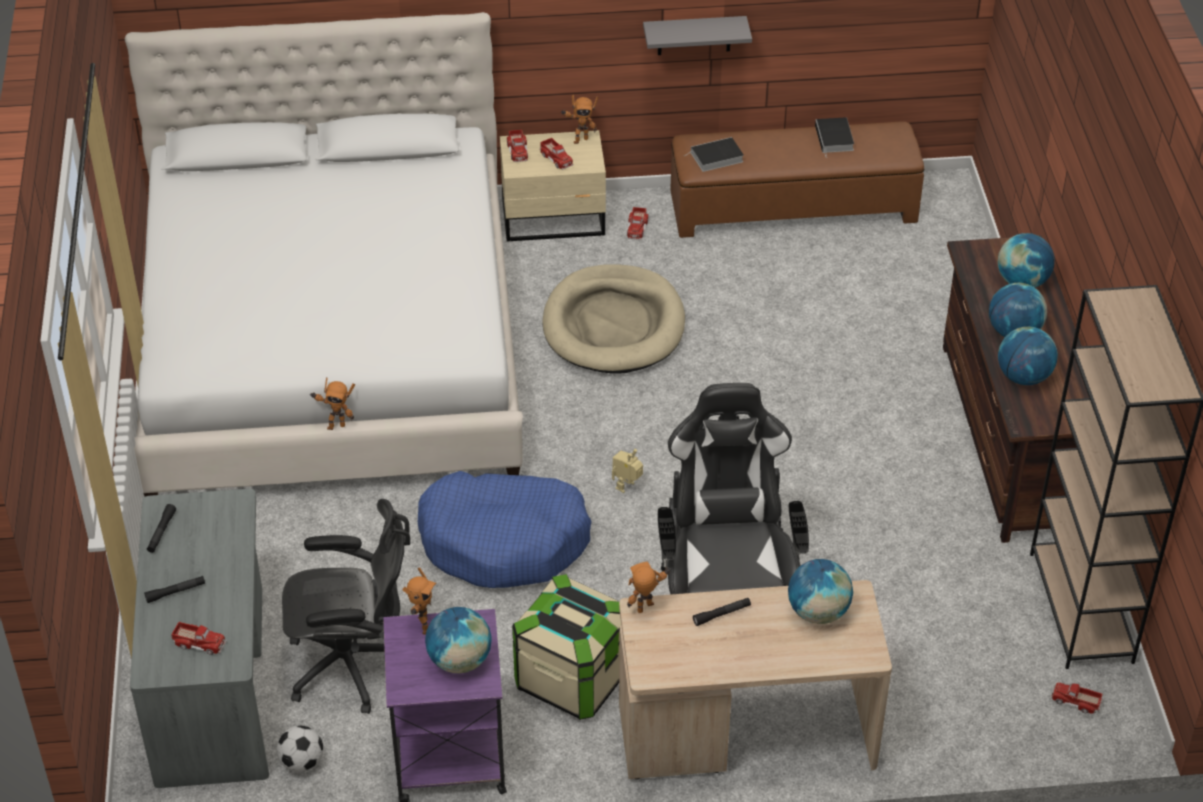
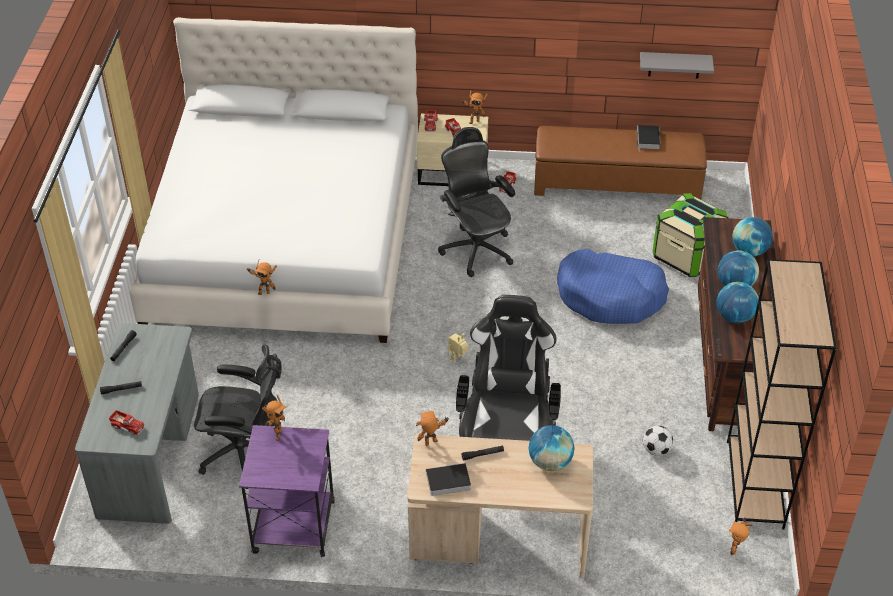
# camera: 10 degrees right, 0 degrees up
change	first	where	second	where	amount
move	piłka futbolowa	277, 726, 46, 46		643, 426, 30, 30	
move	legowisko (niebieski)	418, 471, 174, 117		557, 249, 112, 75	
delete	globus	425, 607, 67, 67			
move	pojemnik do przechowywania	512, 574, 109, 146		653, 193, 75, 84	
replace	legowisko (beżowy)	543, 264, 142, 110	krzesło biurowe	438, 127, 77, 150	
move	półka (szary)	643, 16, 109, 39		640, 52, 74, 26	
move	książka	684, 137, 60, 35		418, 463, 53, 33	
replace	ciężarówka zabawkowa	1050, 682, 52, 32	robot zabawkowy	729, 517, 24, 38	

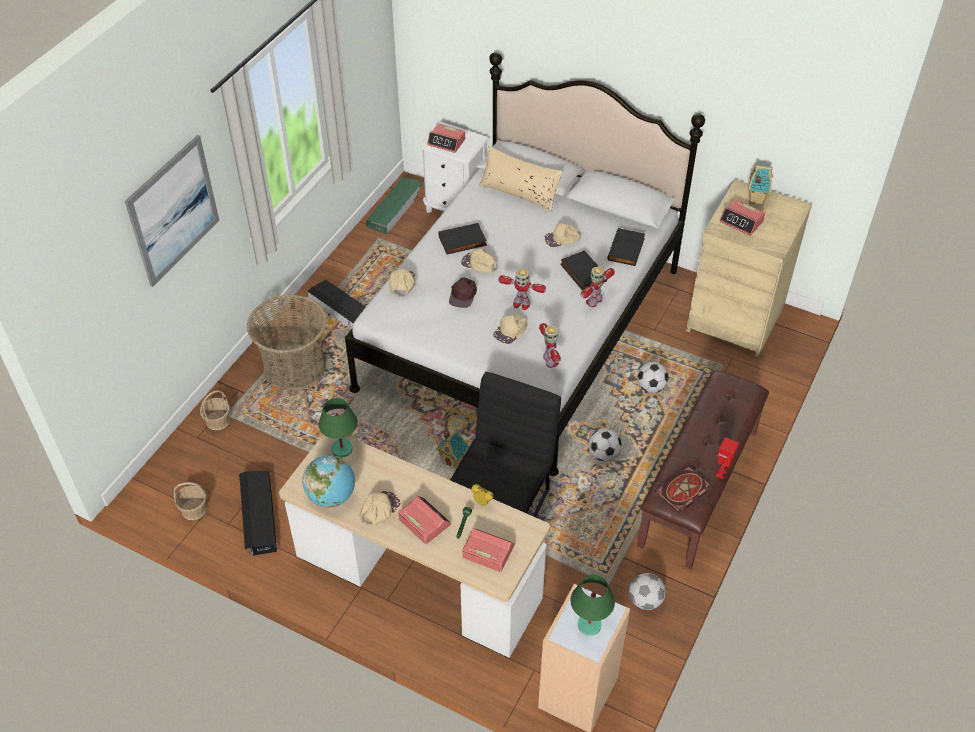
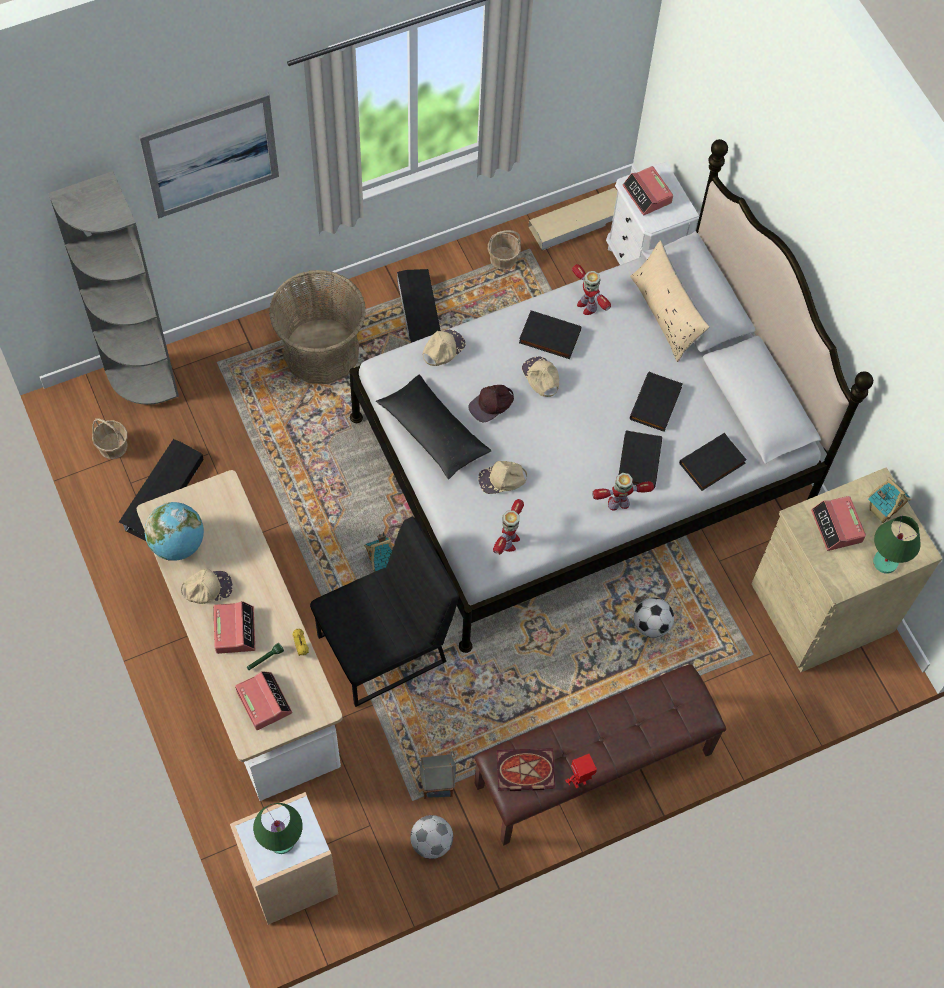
# camera: 35 degrees right, 15 degrees up
change	first	where	second	where	amount
move	koszyk	200, 390, 30, 41		488, 230, 33, 39	
move	lampa stołowa (zielony)	319, 398, 39, 60		873, 516, 48, 58	
recolor	pojemnik do przechowywania (zielony)	366, 177, 56, 57	pojemnik do przechowywania (beżowy)	528, 188, 89, 63	
move	robot zabawkowy	499, 269, 47, 41		572, 264, 39, 51	
replace	czapka z daszkiem (beżowy)	544, 223, 37, 24	książka (czarny)	630, 372, 53, 60	
delete	piłka futbolowa	589, 428, 33, 33			
insert			regał (szary)	48, 171, 131, 234	
insert			poduszka (czarny)	376, 375, 116, 105	
insert			domek	419, 754, 37, 45	

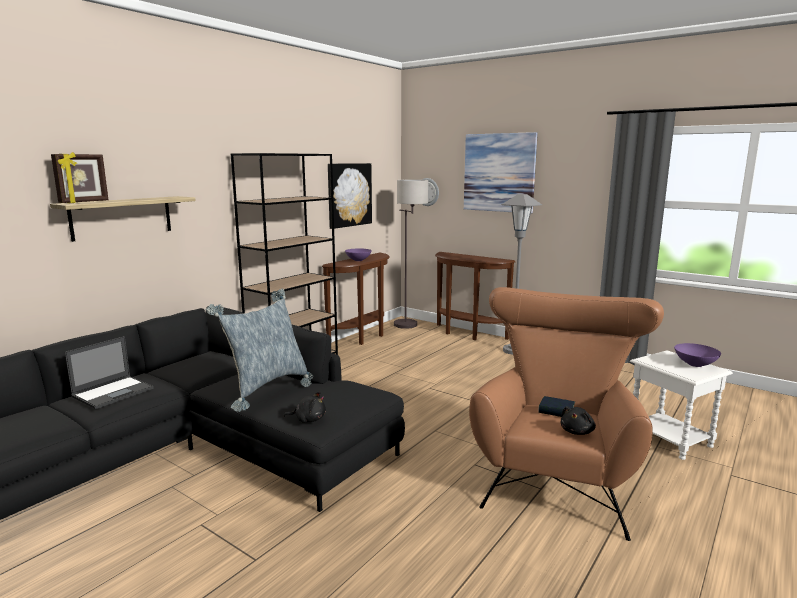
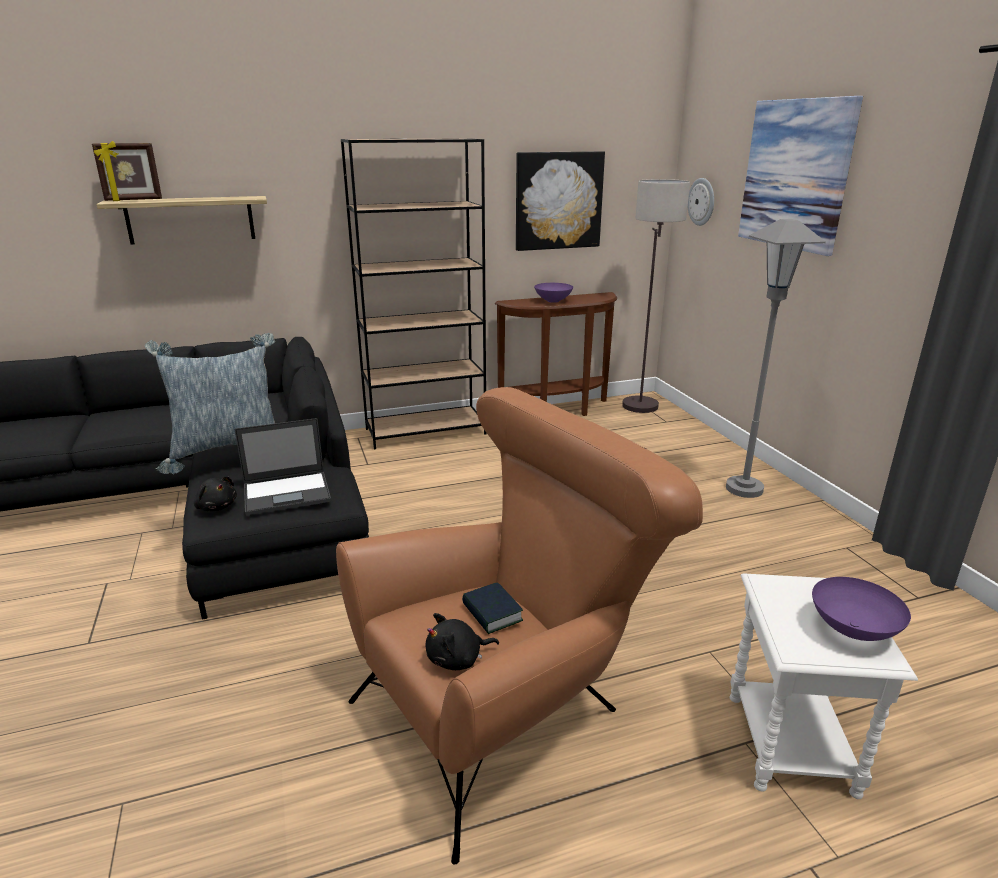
# camera: 35 degrees right, 10 degrees up
change	first	where	second	where	amount
move	laptop	65, 336, 89, 73		235, 418, 96, 97	
delete	stolik konsolowy (brązowy)	435, 252, 80, 88			

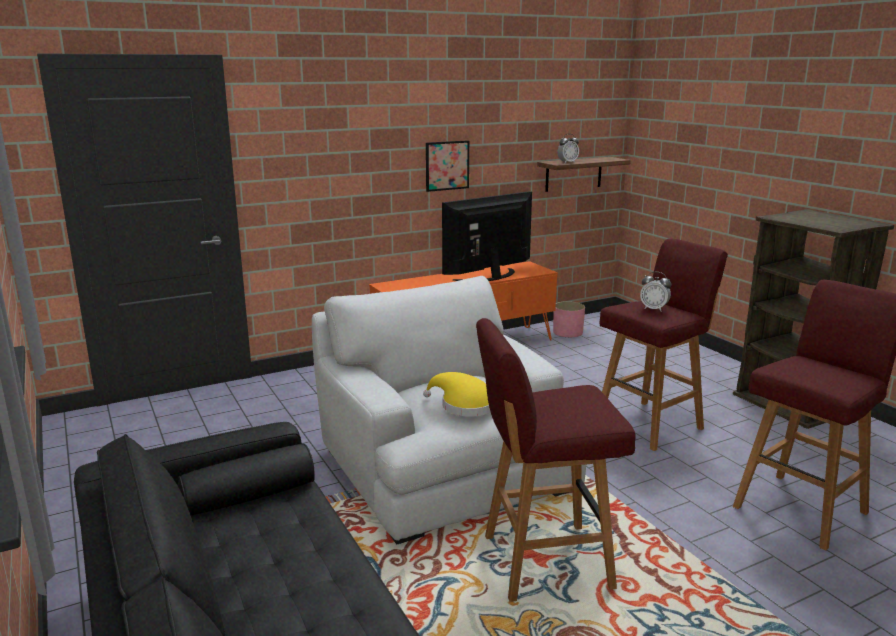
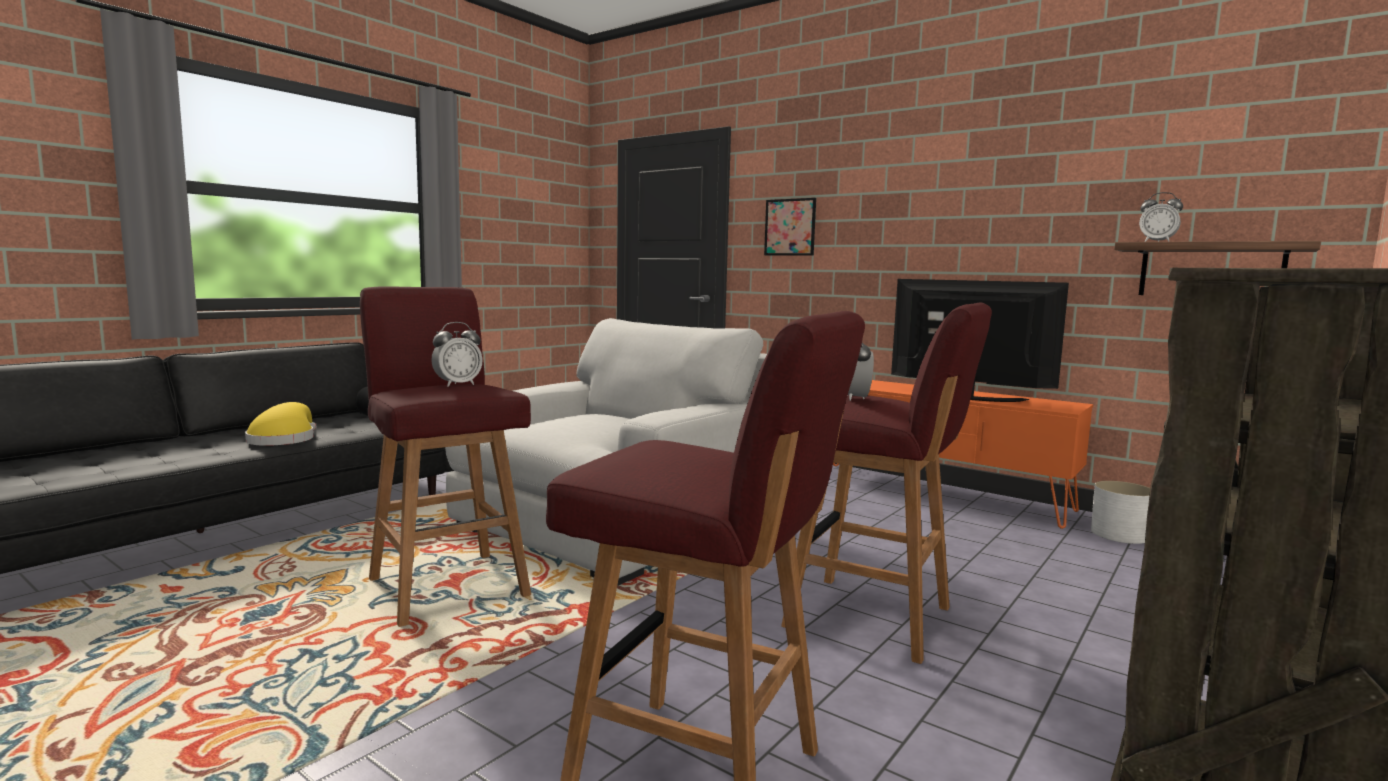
# camera: 65 degrees right, 10 degrees down
change	first	where	second	where	amount
move	kapelusz (żółty)	423, 372, 67, 45		245, 402, 71, 44	
move	obraz	426, 140, 43, 52		764, 198, 52, 58	
recolor	donica (różowy)	553, 301, 32, 36	donica (biały)	1091, 481, 59, 63	
insert			budzik	431, 322, 52, 65	

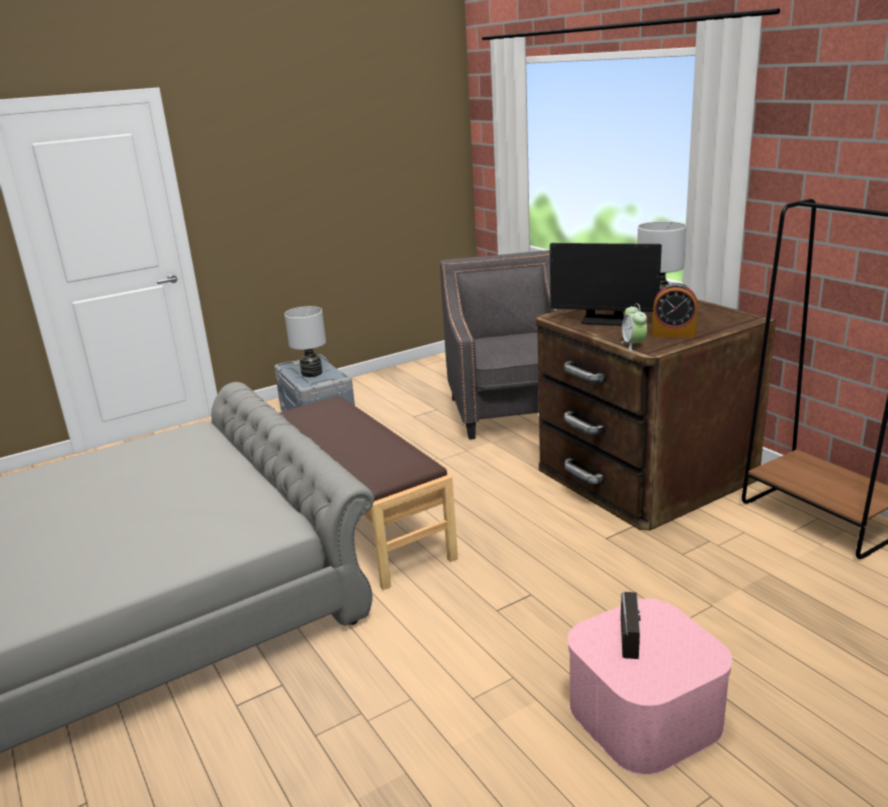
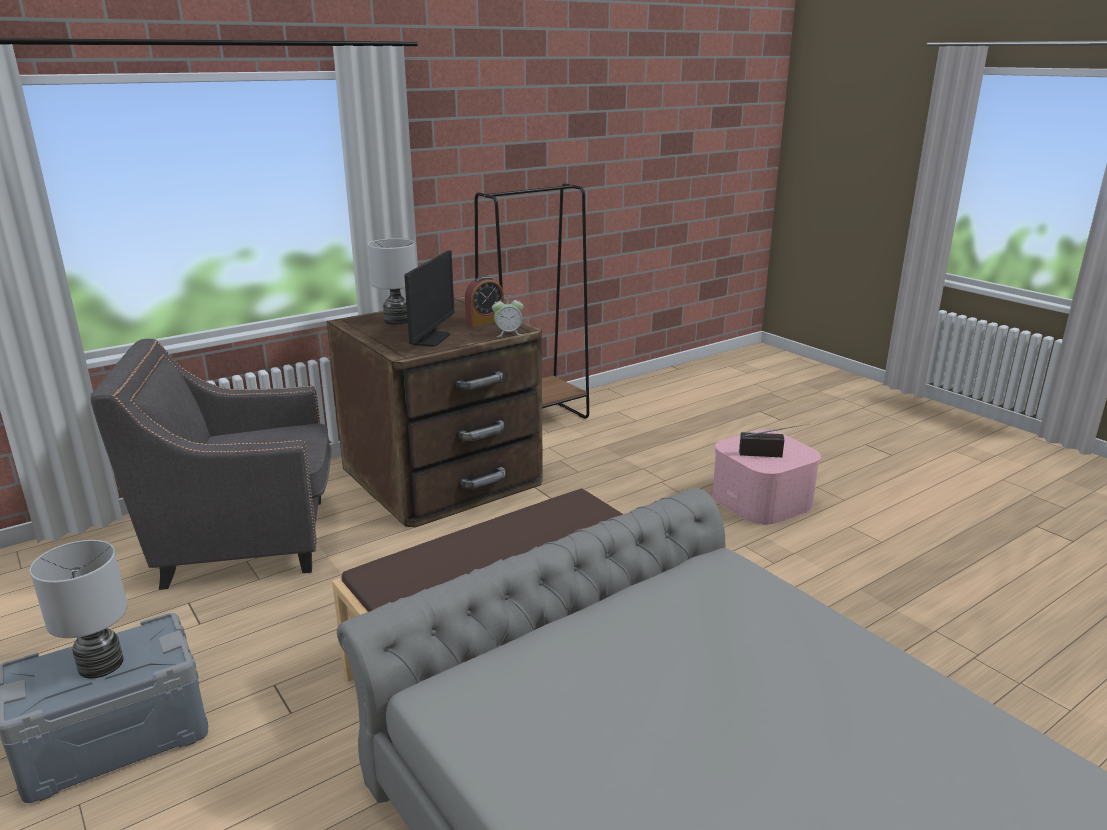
# camera: 95 degrees left, 0 degrees up
change	first	where	second	where	amount
rotate	budzik	652, 283, 45, 55		465, 276, 39, 51	45 degrees clockwise

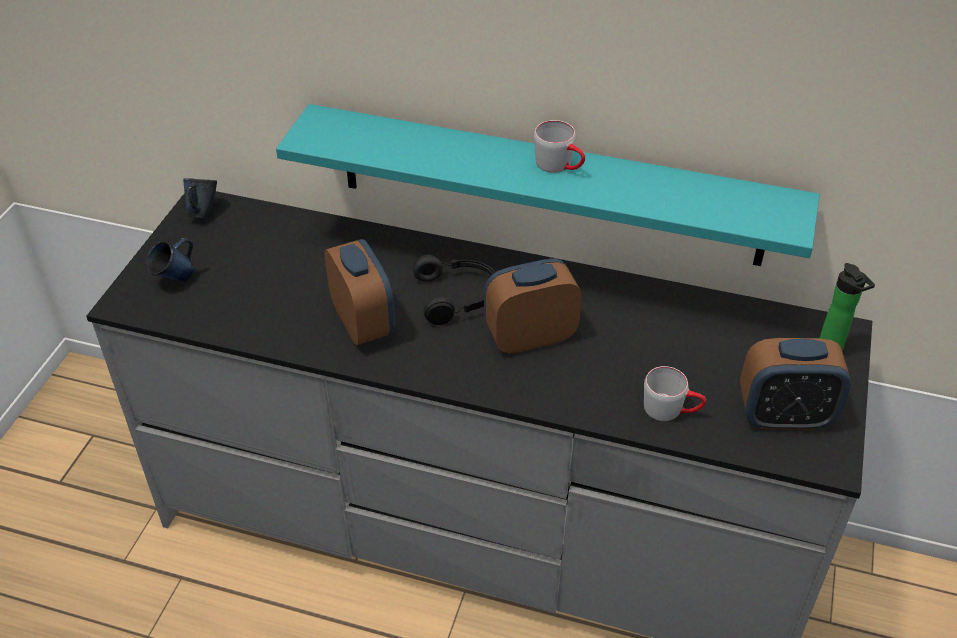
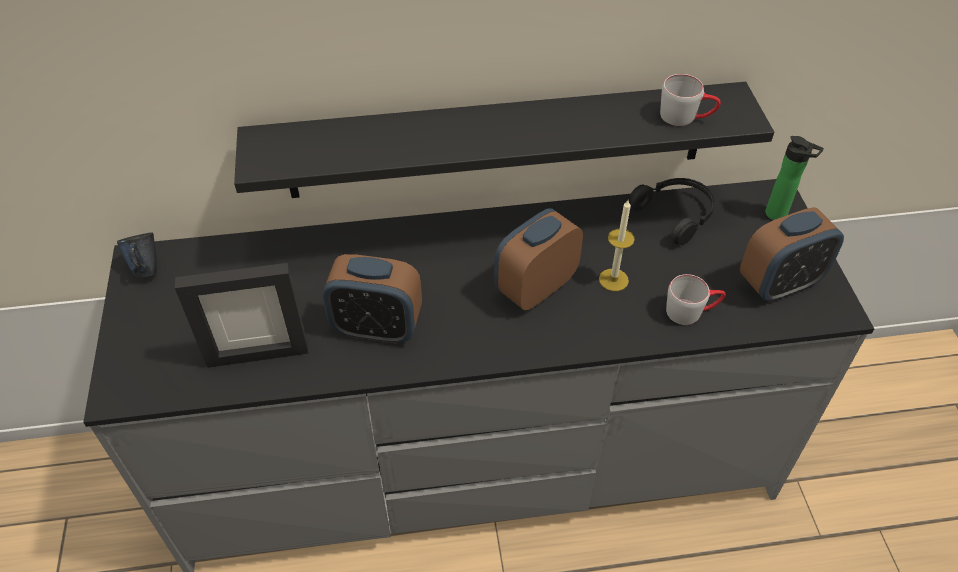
# camera: 25 degrees left, 5 degrees up
change	first	where	second	where	amount
delete	kubek (niebieski)	146, 238, 50, 43			
recolor	półka (turkusowy)	276, 104, 544, 162	półka (czarny)	234, 82, 540, 116	
rotate	budzik	325, 239, 70, 106		323, 254, 99, 90	150 degrees clockwise
move	słuchawki (czarny)	413, 255, 82, 70		628, 178, 87, 67	
move	kubek (szary)	534, 120, 51, 53		660, 74, 61, 52	
insert			ramka na zdjęcie	175, 263, 133, 105	
insert			świeca	599, 200, 36, 91	

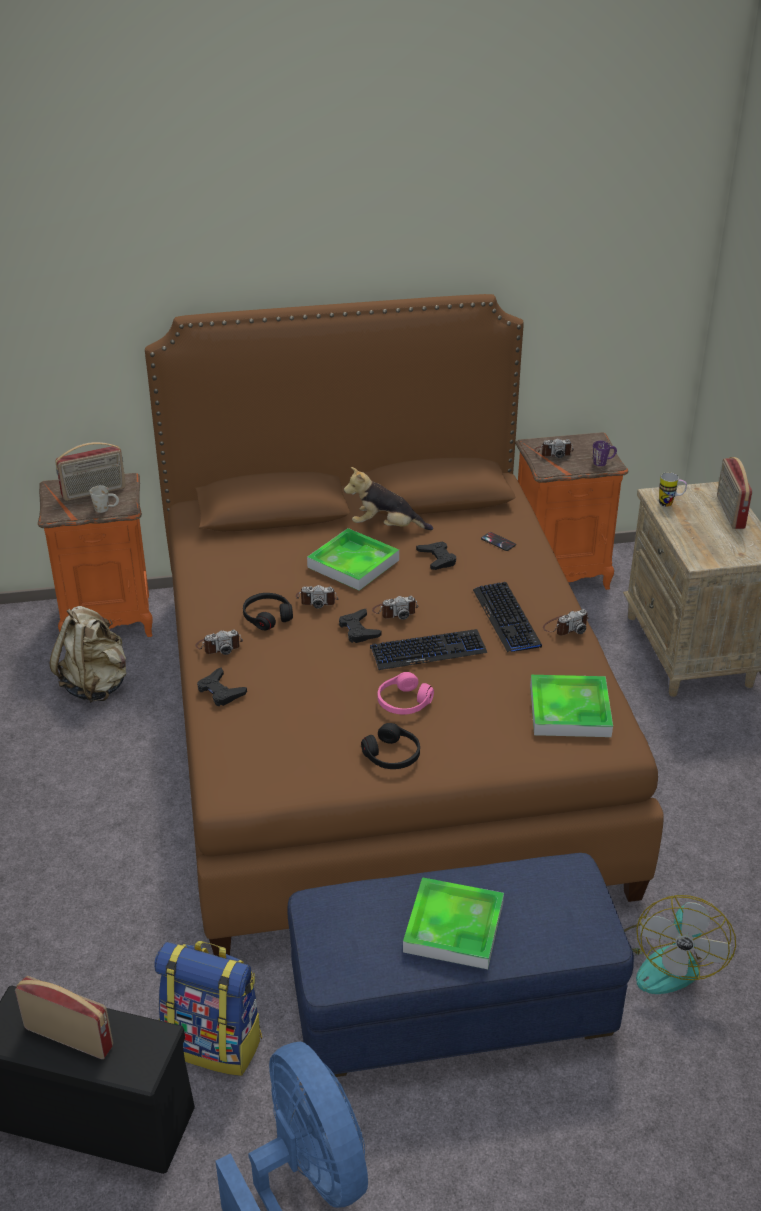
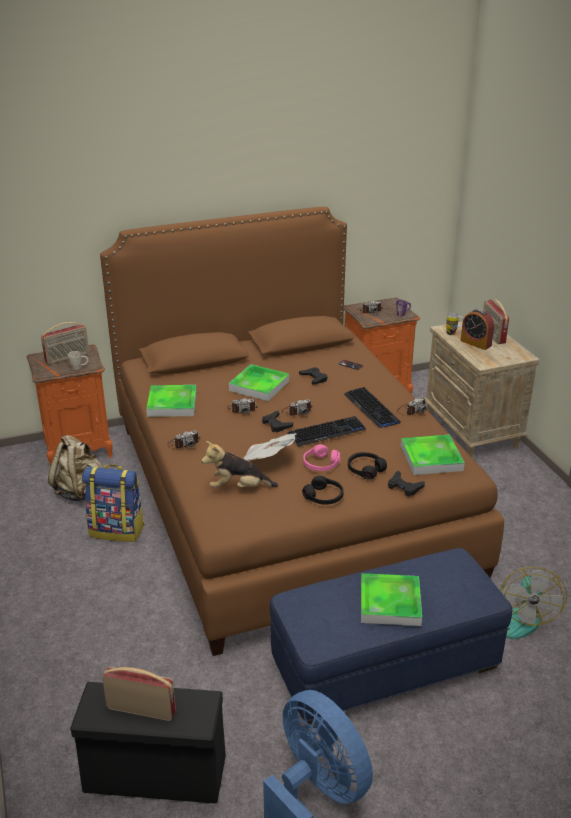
# camera: 10 degrees left, 5 degrees down
change	first	where	second	where	amount
move	plecak	154, 941, 108, 135		82, 464, 63, 78	
move	pad do gier (czarny)	197, 667, 50, 39		388, 471, 37, 26	
move	słuchawki (czarny)	243, 593, 50, 37		348, 452, 39, 28	
move	pluszak	344, 467, 89, 63		201, 441, 77, 46	
insert			taca	146, 385, 51, 32	
insert			gazeta	243, 433, 54, 28	
insert			budzik	461, 309, 33, 41	

